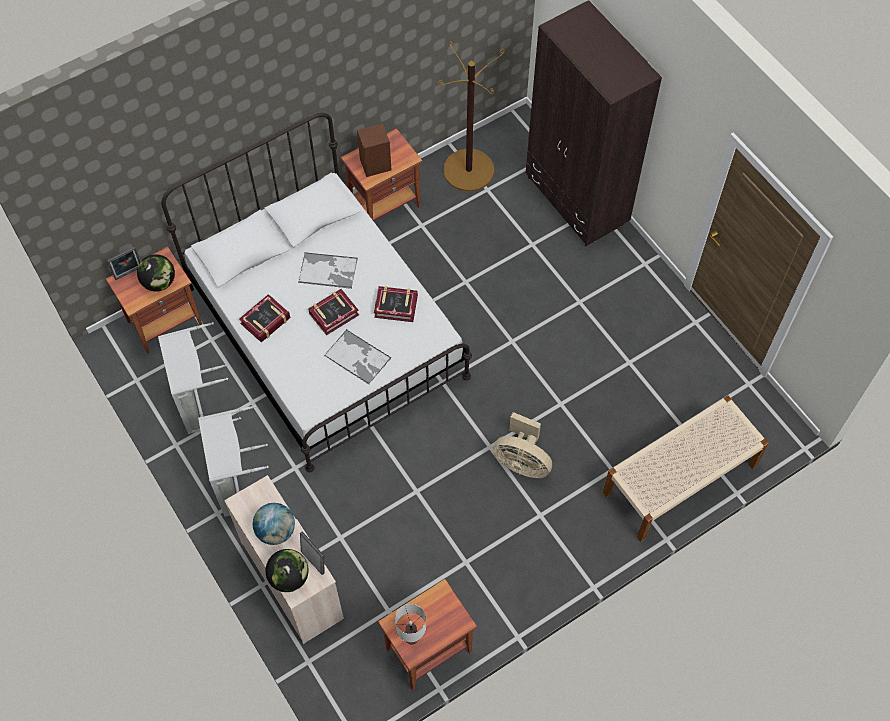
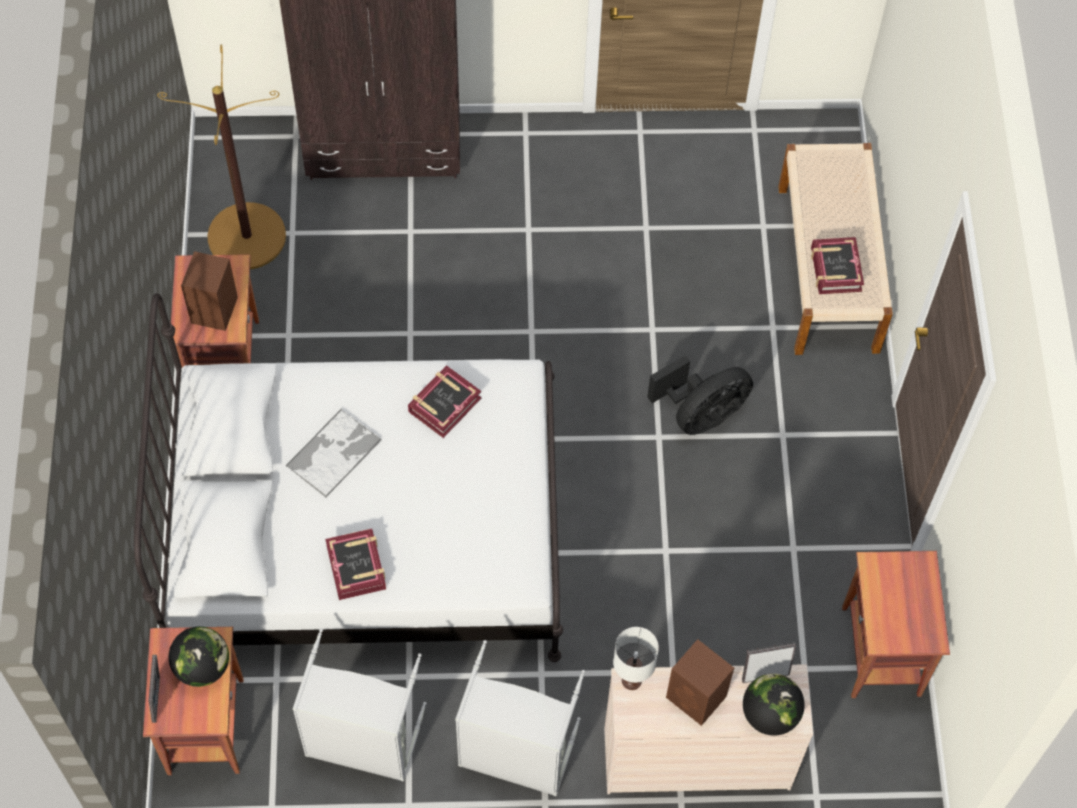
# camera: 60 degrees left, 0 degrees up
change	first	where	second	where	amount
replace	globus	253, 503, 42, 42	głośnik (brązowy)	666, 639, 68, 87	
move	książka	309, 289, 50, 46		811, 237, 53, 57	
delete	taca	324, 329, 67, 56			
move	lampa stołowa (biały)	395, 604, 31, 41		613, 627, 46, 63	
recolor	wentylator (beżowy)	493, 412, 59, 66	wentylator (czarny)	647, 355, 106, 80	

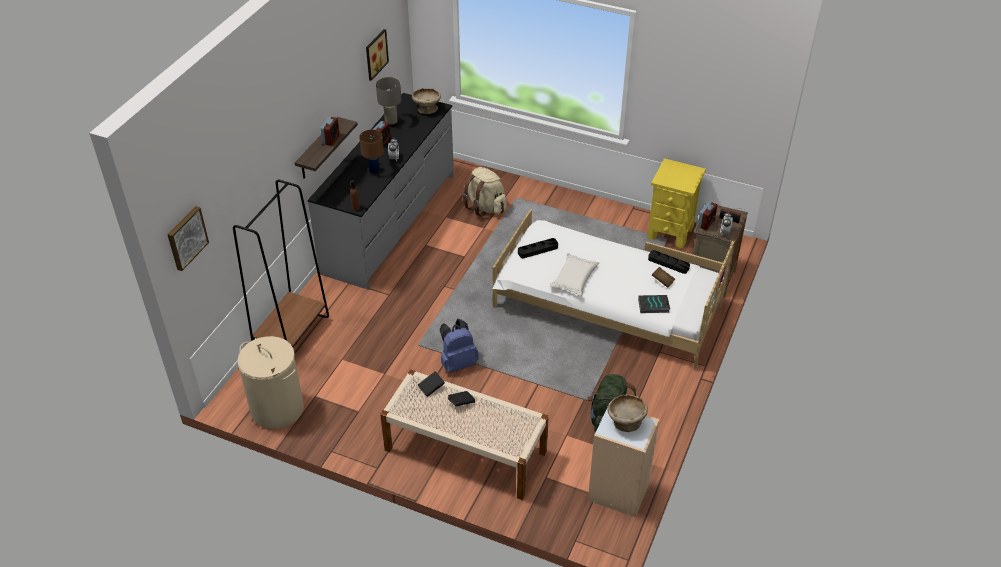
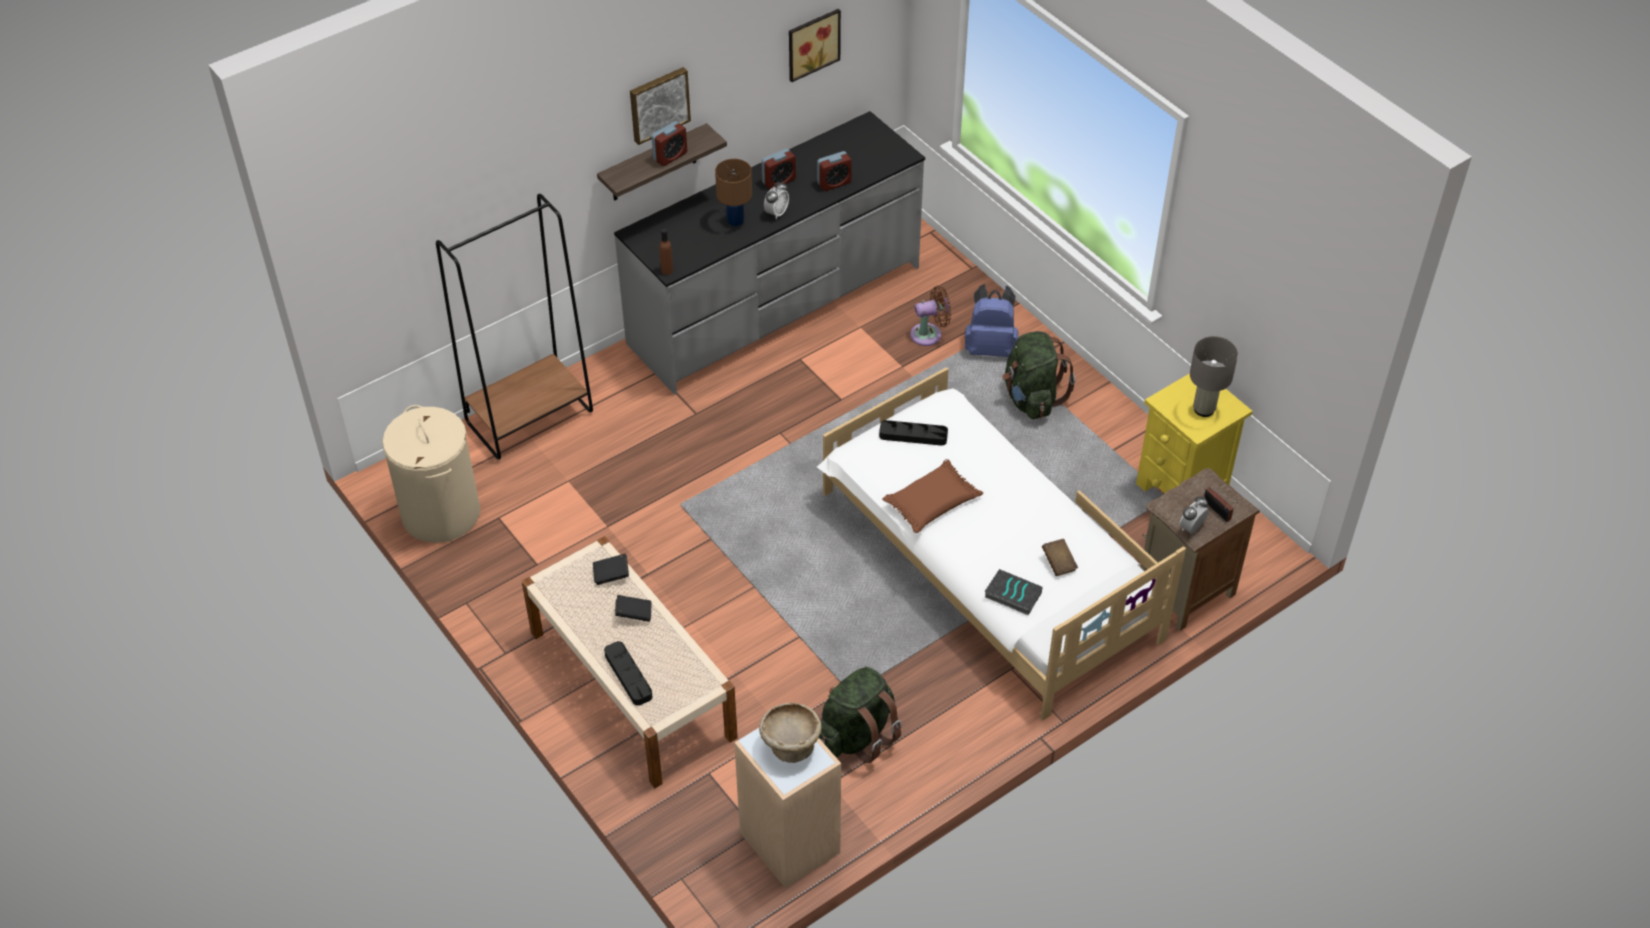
# camera: 30 degrees right, 5 degrees up
change	first	where	second	where	amount
move	obraz	167, 206, 42, 65		630, 67, 61, 78	
move	lampa stołowa (szary)	376, 77, 25, 49		1190, 336, 48, 81	
delete	miska (beżowy)	412, 88, 29, 26			
move	plecak (niebieski)	440, 319, 39, 54		964, 284, 54, 73	
replace	plecak (beżowy)	462, 167, 45, 50	wentylator (brązowy)	910, 285, 41, 61	
recolor	poduszka (biały)	550, 253, 49, 43	poduszka (brązowy)	882, 459, 101, 74	
move	taca (czarny)	648, 250, 42, 24		604, 641, 48, 65	
move	budzik	698, 201, 19, 29		817, 151, 35, 40	
insert			plecak (zielony)	1002, 331, 73, 88	

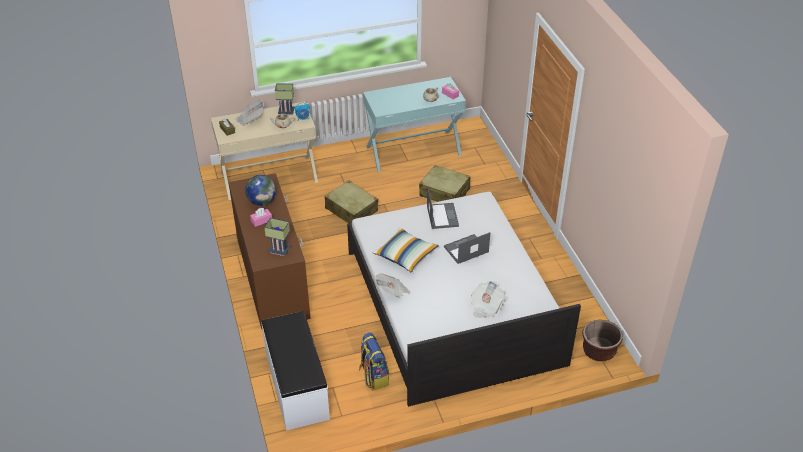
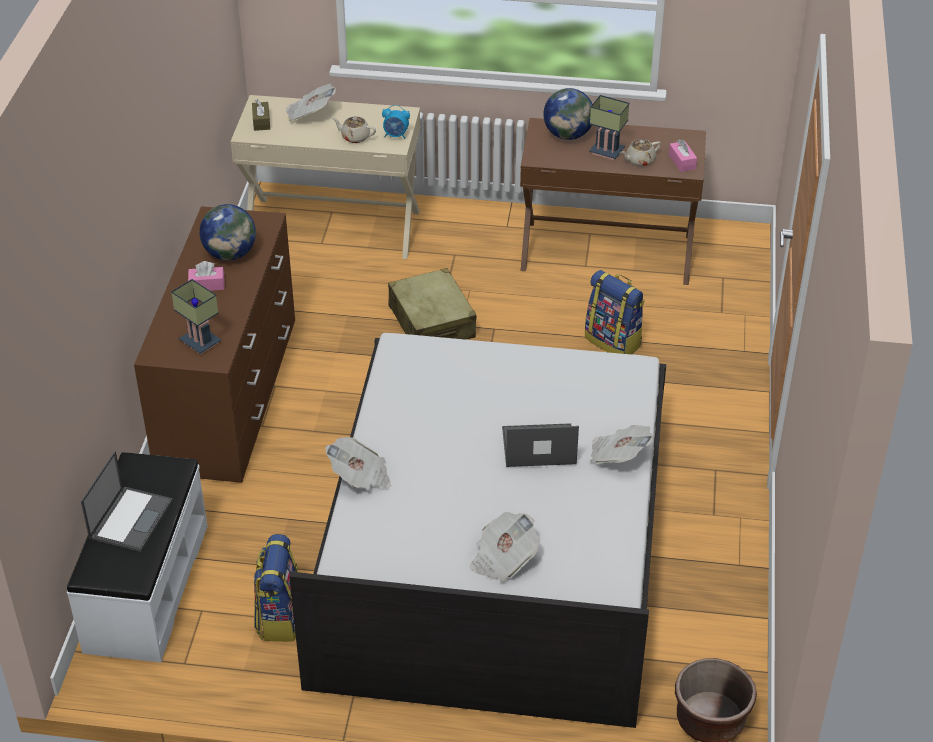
# camera: 25 degrees right, 0 degrees up
change	first	where	second	where	amount
move	lampa stołowa	275, 83, 19, 32		589, 95, 40, 65	
recolor	biurko (turkusowy)	363, 77, 103, 95	biurko (brązowy)	520, 118, 186, 167	
delete	poduszka	373, 227, 66, 46			
replace	walizka (beżowy)	419, 165, 51, 37	plecak	585, 270, 60, 84	
move	laptop	427, 187, 32, 42		81, 451, 92, 101	
insert			globus	543, 88, 49, 52	
insert			gazeta	590, 425, 63, 38	

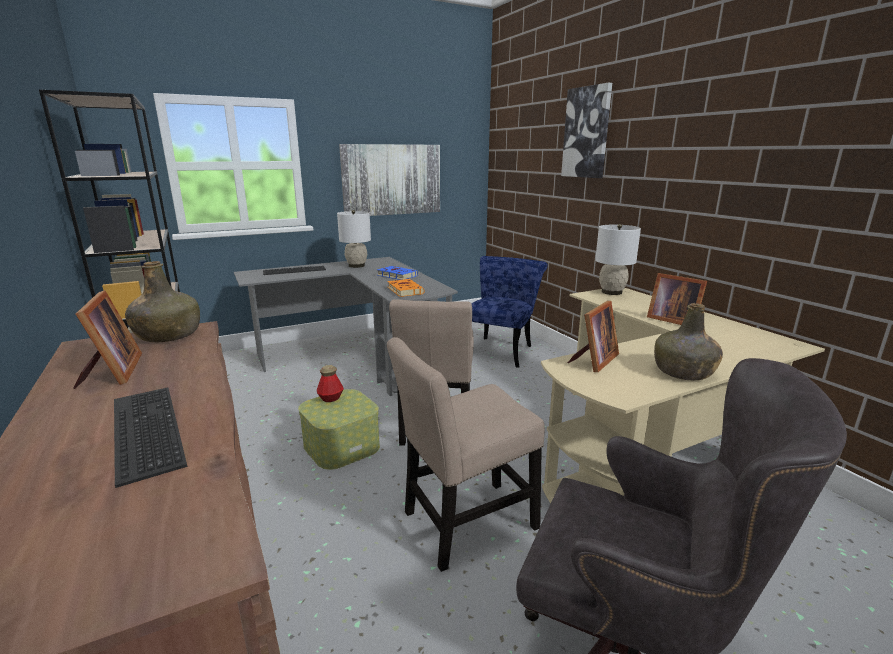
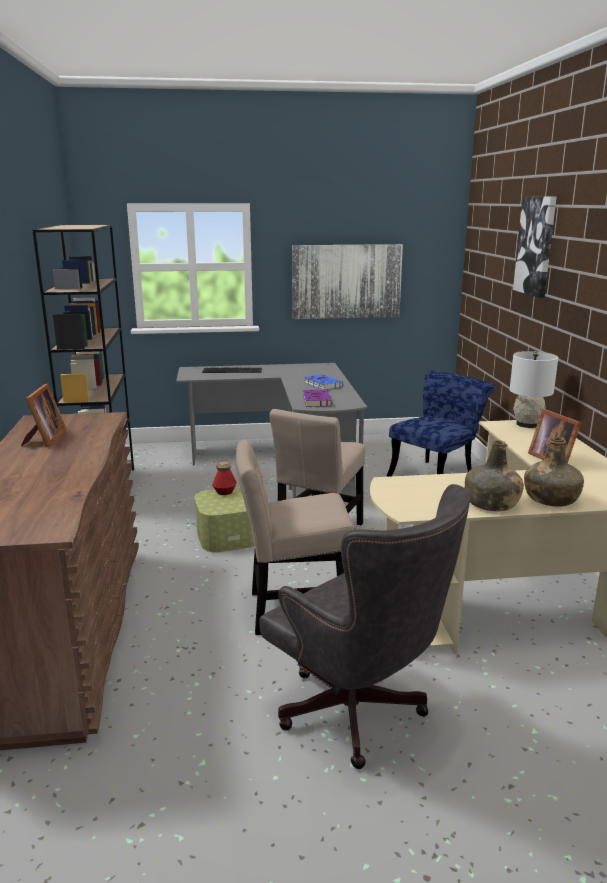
# camera: 20 degrees right, 0 degrees up
change	first	where	second	where	amount
delete	klawiatura	114, 387, 73, 101			
move	butelka (zielony)	125, 261, 75, 81		524, 437, 60, 70	
delete	lampa stołowa (biały)	337, 210, 34, 58			
recolor	książka (pomarańczowy)	387, 279, 38, 18	książka (fioletowy)	303, 390, 29, 17	
delete	ramka na zdjęcie	568, 301, 51, 71			

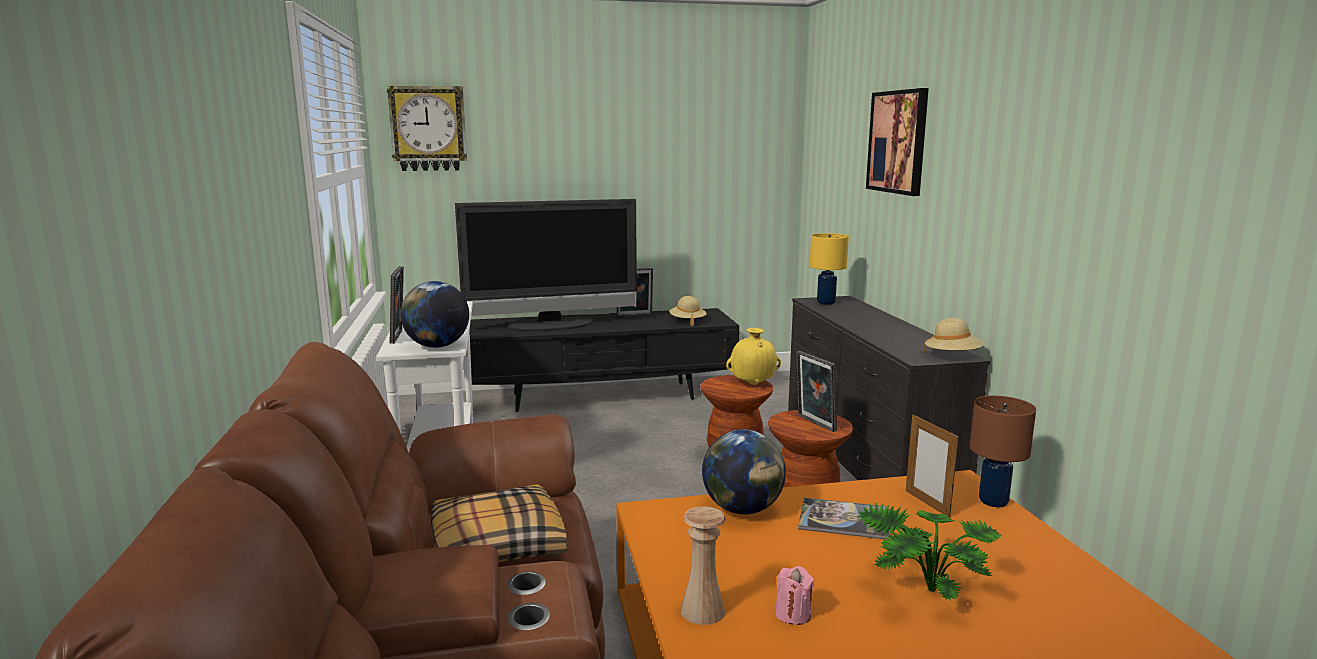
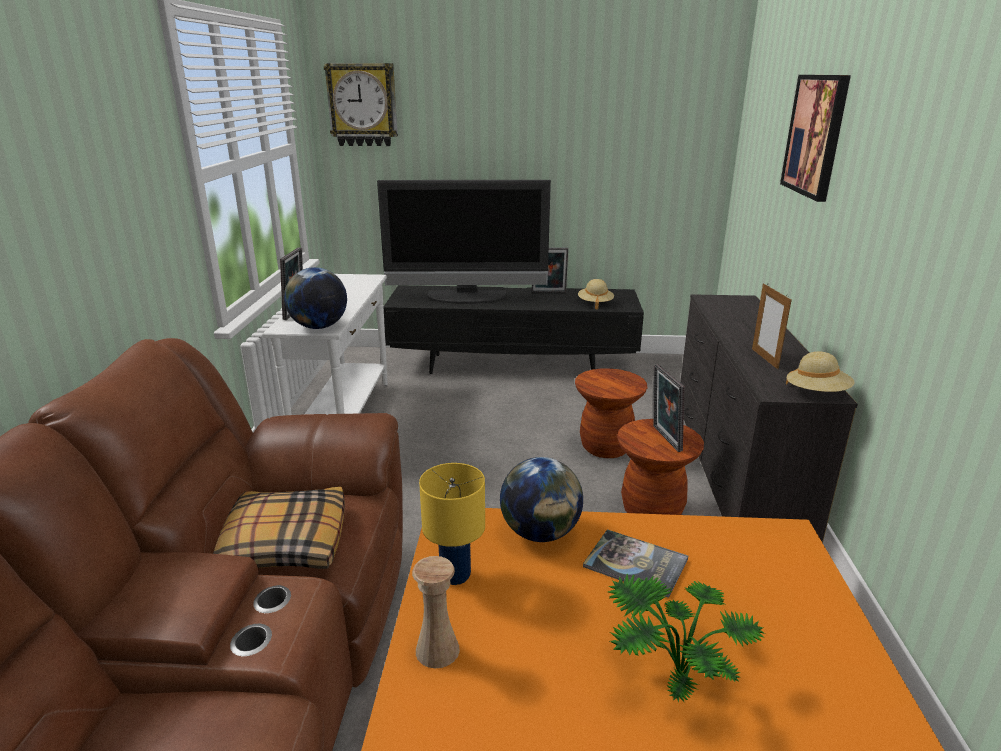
# camera: 15 degrees right, 10 degrees up
change	first	where	second	where	amount
delete	wazon (żółty)	726, 328, 55, 57			
delete	świeca (różowy)	775, 566, 39, 59			
move	lampa stołowa (żółty)	810, 233, 39, 72		419, 463, 66, 122	
move	ramka na zdjęcie	906, 415, 52, 102		752, 283, 40, 86	
delete	lampa stołowa (brązowy)	969, 396, 67, 111			

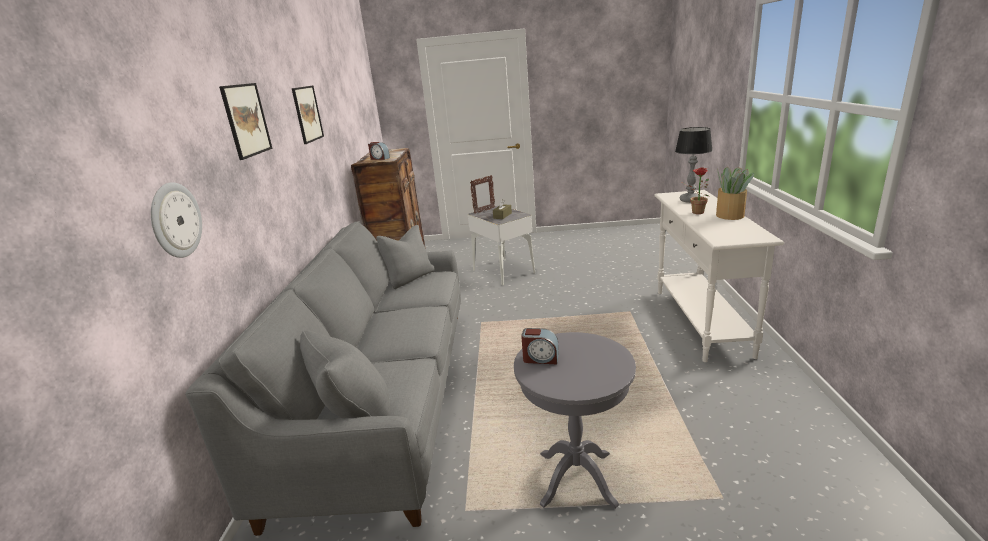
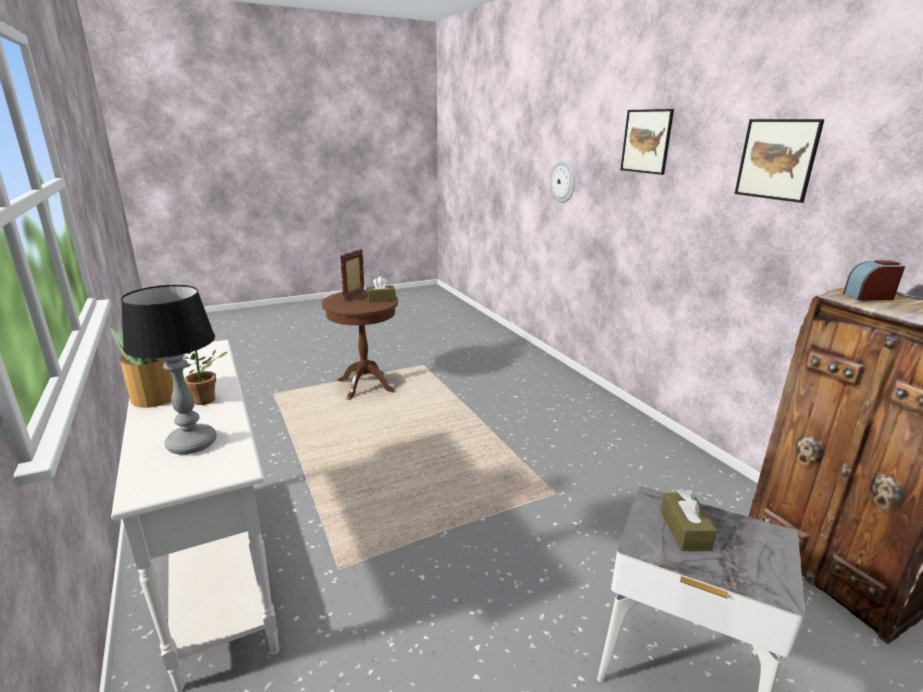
# camera: 150 degrees right, 0 degrees up
change	first	where	second	where	amount
delete	kanapa (szary)	185, 221, 276, 315			
move	ramka na zdjęcie	470, 175, 25, 39		340, 249, 25, 53	
recolor	stolik (szary)	514, 332, 122, 177	stolik (brązowy)	322, 290, 76, 110	
replace	budzik	521, 328, 38, 36	pudełko chusteczek (brązowy)	367, 277, 29, 25	

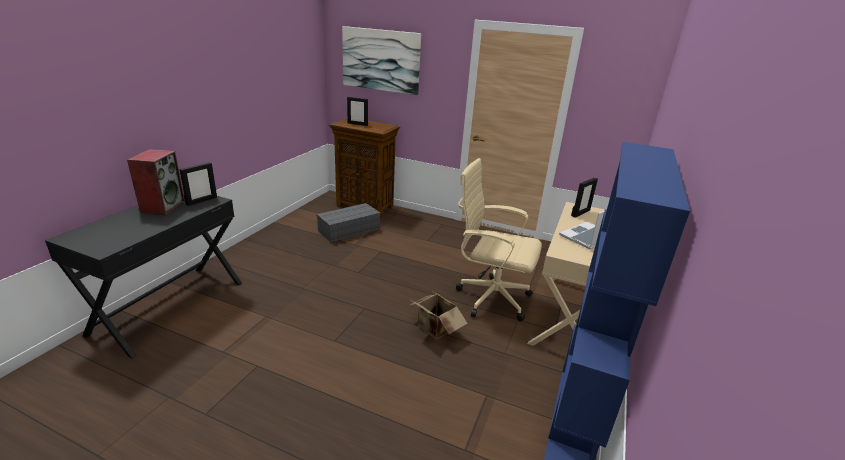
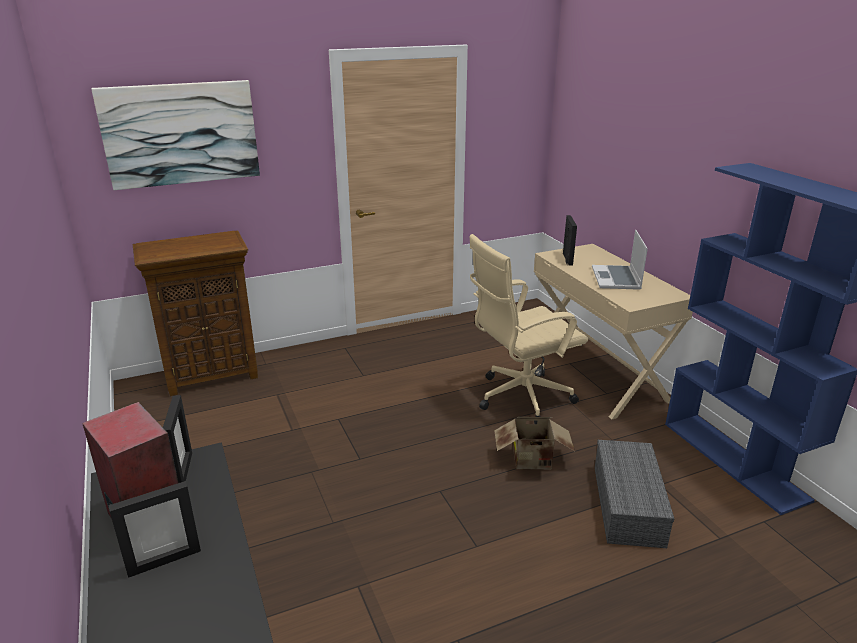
# camera: 45 degrees left, 0 degrees up
change	first	where	second	where	amount
move	pojemnik do przechowywania (szary)	317, 203, 63, 40		595, 440, 79, 108	
move	ramka na zdjęcie	347, 97, 21, 29		108, 481, 93, 97	

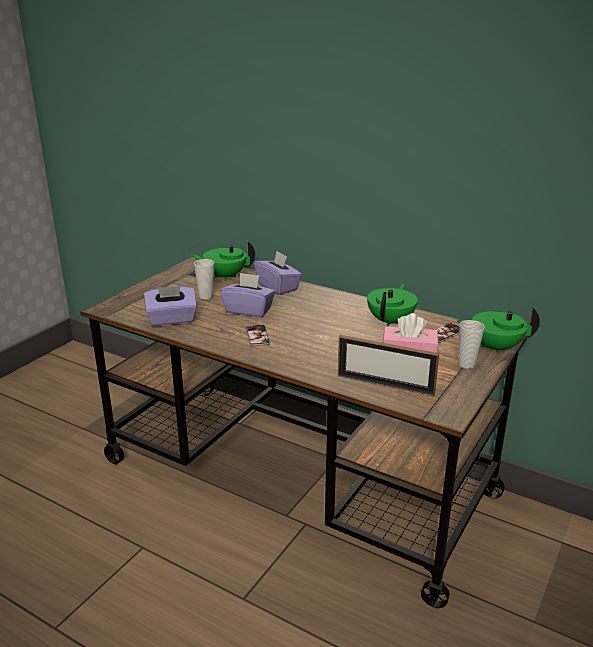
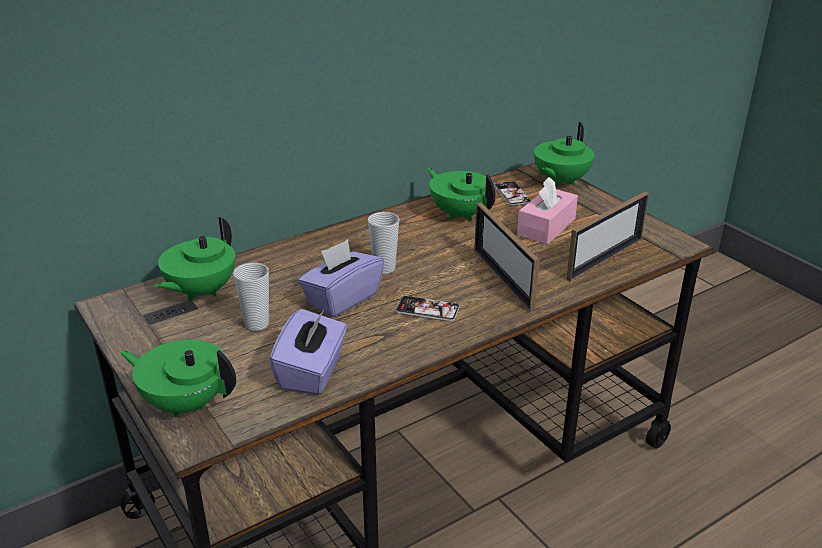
# camera: 65 degrees left, 5 degrees up
change	first	where	second	where	amount
delete	pudełko chusteczek (fioletowy)	254, 251, 48, 44			
move	filiżanka	458, 320, 27, 49		368, 212, 31, 62	
insert			imbryk (zielony)	120, 340, 116, 77	
insert			ramka na zdjęcie	474, 202, 66, 110	

